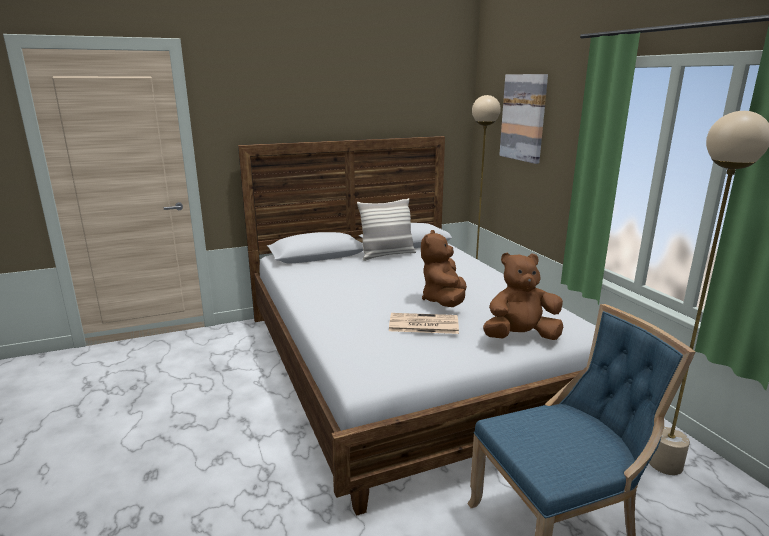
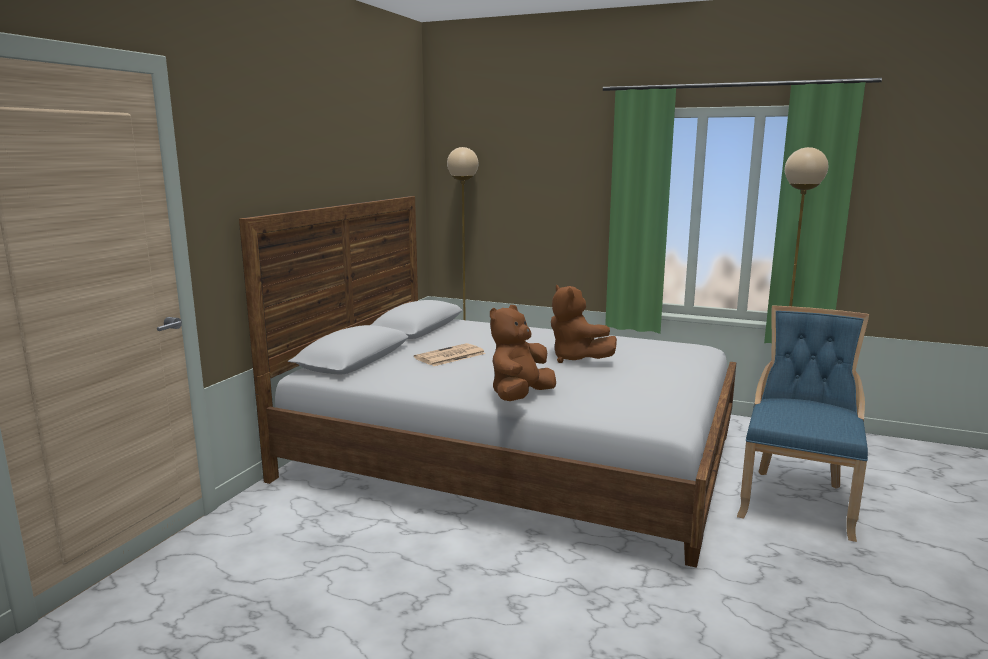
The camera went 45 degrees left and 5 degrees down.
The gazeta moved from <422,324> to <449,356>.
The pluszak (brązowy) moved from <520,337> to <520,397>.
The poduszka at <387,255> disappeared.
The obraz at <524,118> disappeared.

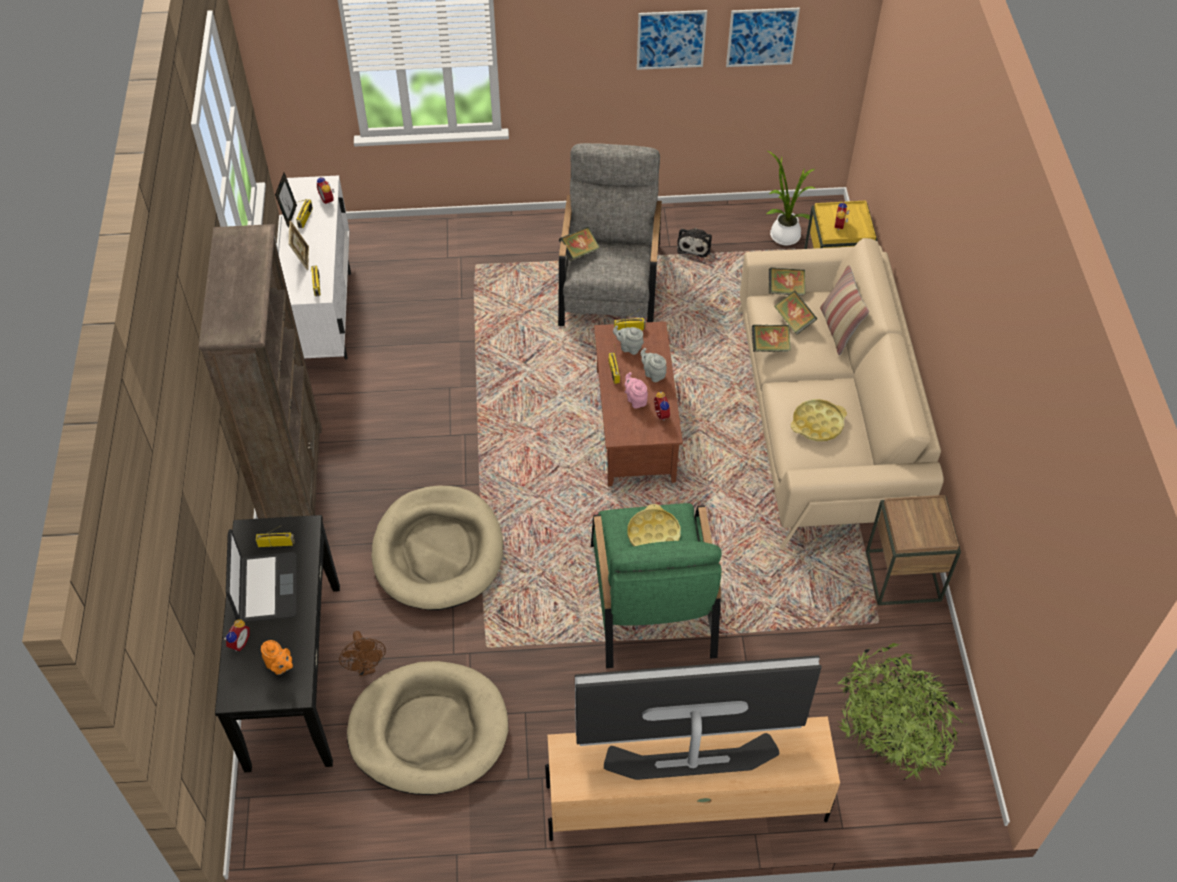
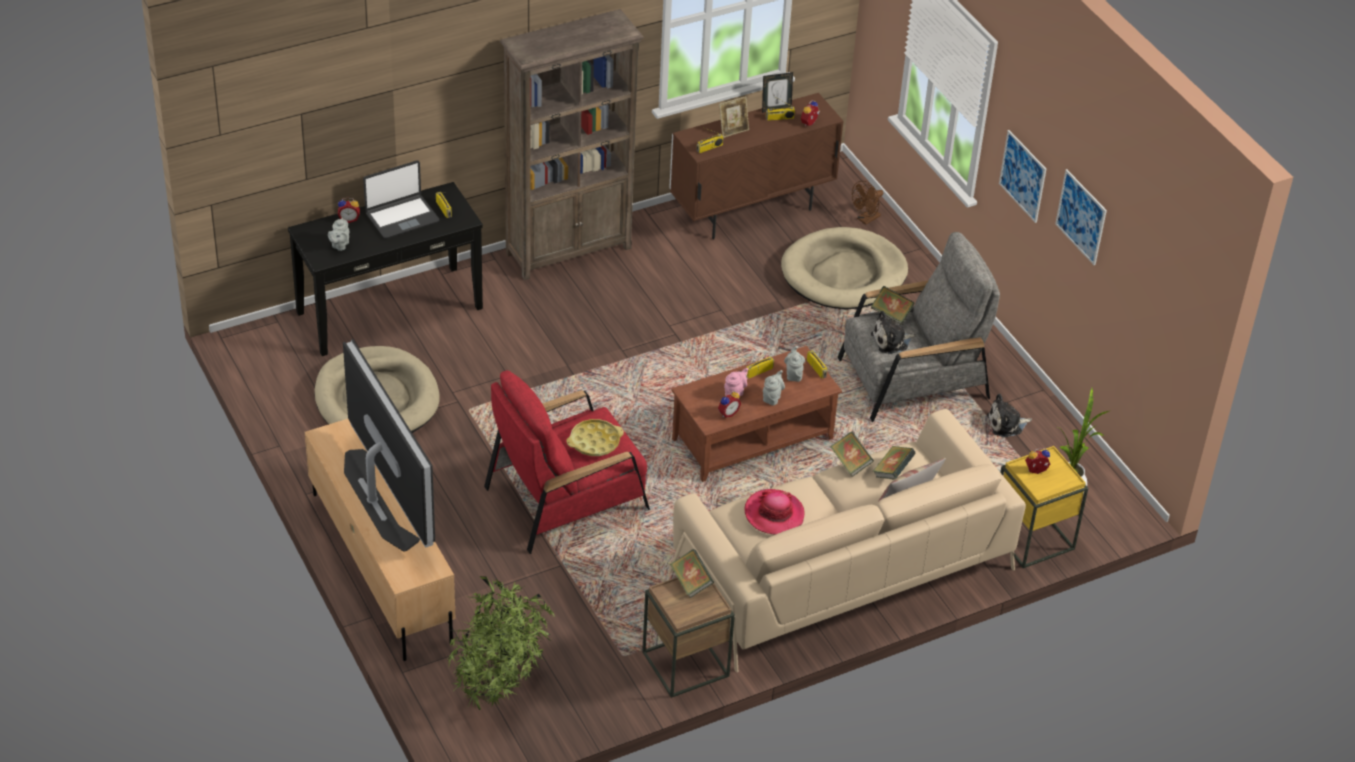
The camera went 65 degrees right and 10 degrees down.
The imbryk (pomarańczowy) at <280,666> became the imbryk (szary) at <339,245>.
The fotel (zielony) at <651,600> became the fotel (czerwony) at <567,497>.
The szafka (biały) at <325,316> became the szafka (brązowy) at <752,211>.
The książka moved from <785,290> to <691,582>.
The taca (żółty) at <818,423> was replaced by the kapelusz at <774,514>.
The legowisko (beżowy) moved from <438,551> to <844,274>.
The wentylator (brązowy) moved from <366,667> to <866,219>.
The pluszak at <891,341> appeared.
The obraz moved from <762,37> to <1023,176>.

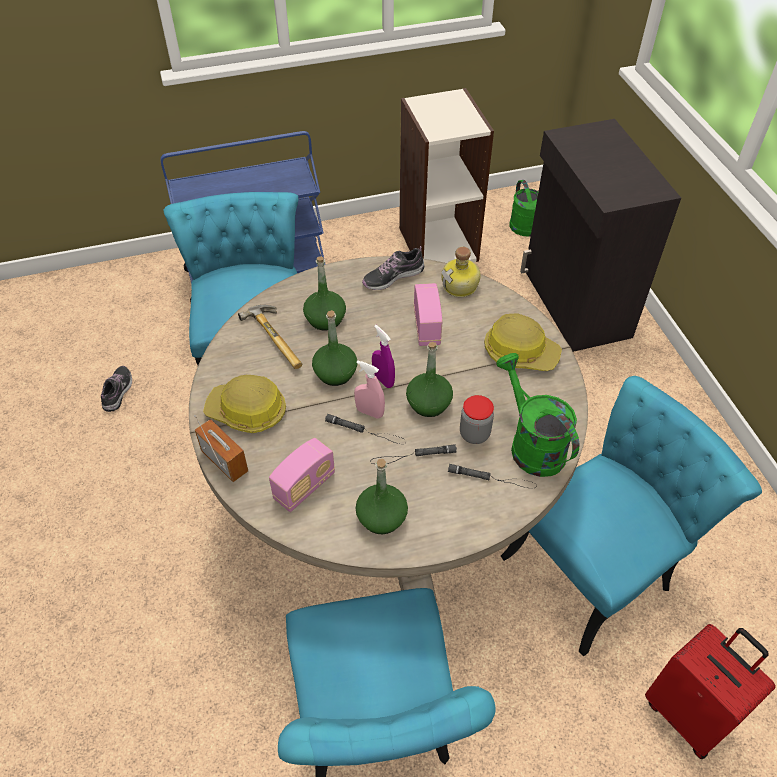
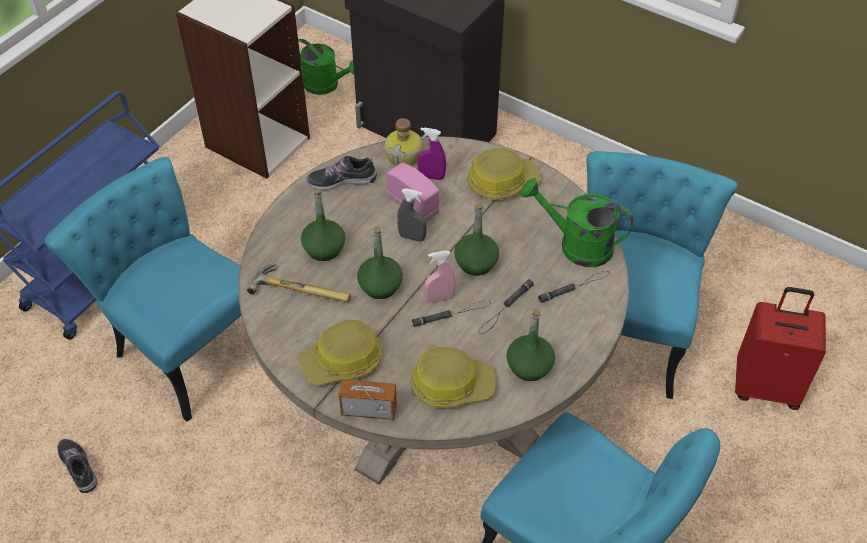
The camera went 40 degrees left and 0 degrees up.
The but at <393,277> turned 60 degrees clockwise.
The spryskiwacz (szary) at <412,237> appeared.
The radio at <304,487> was replaced by the kask at <451,384>.
The spryskiwacz (fioletowy) moved from <383,380> to <431,177>.
The słoik at <474,434> disappeared.

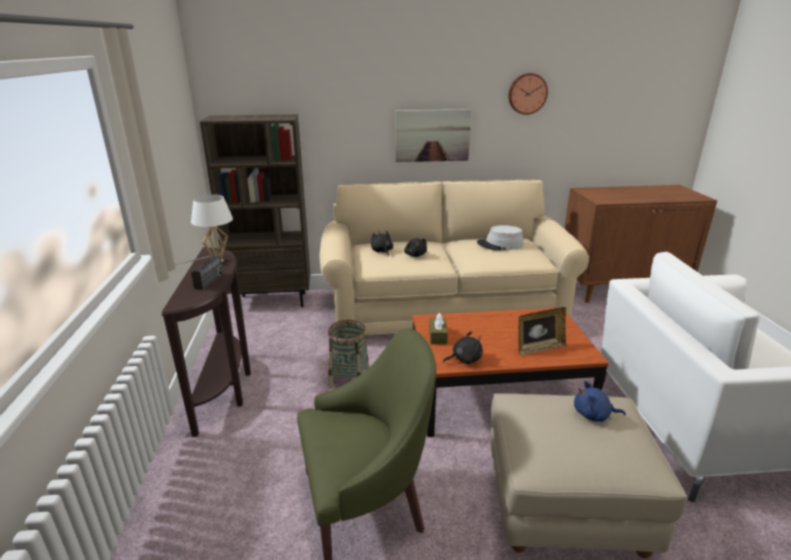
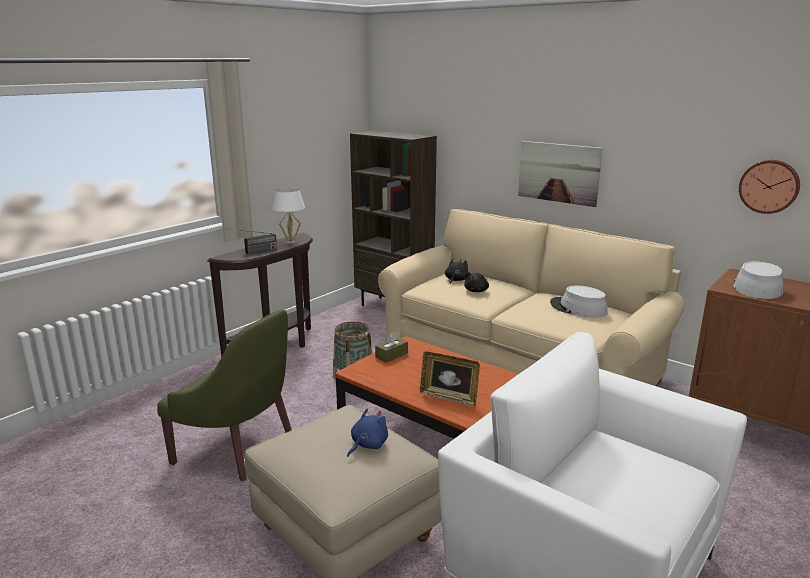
The camera went 45 degrees right and 5 degrees down.
The pluszak (niebieski) at <594,415> turned 75 degrees clockwise.
The kapelusz (szary) at <757,287> appeared.
The zegar ścienny moved from <527,93> to <769,186>.
The pluszak (czarny) at <464,359> disappeared.

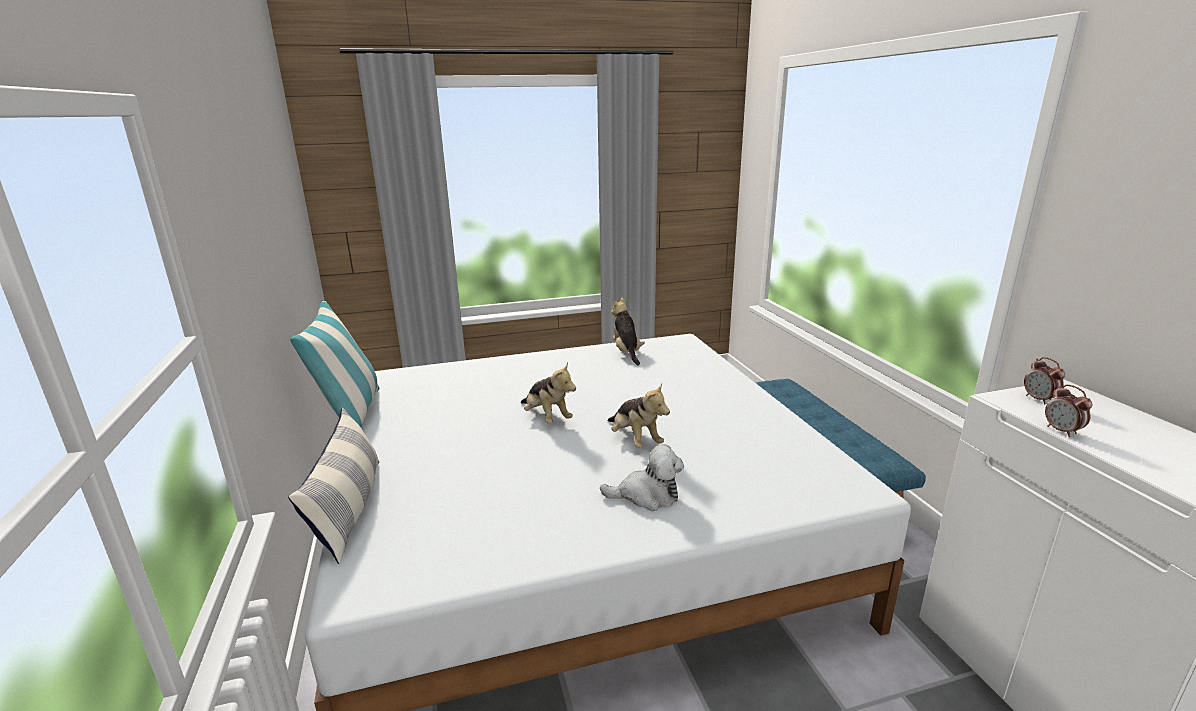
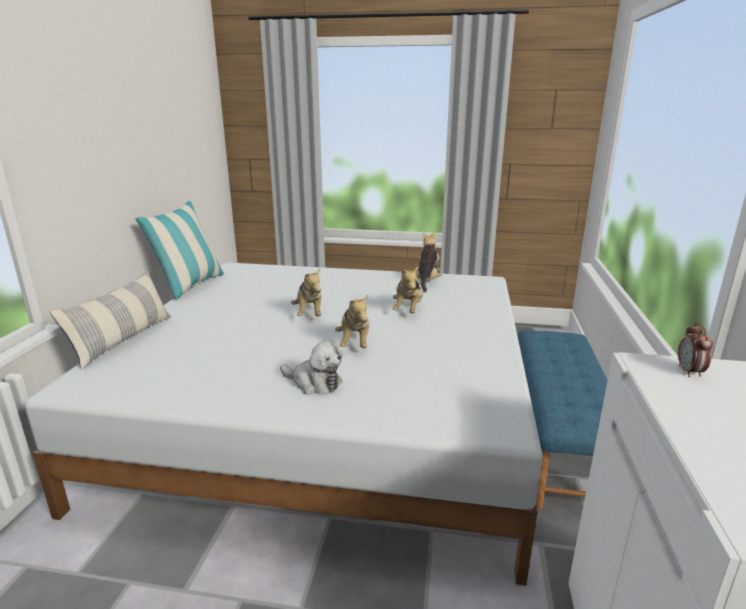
The camera went 25 degrees right and 0 degrees up.
The pluszak at <408,310> appeared.
The budzik at <1062,431> disappeared.

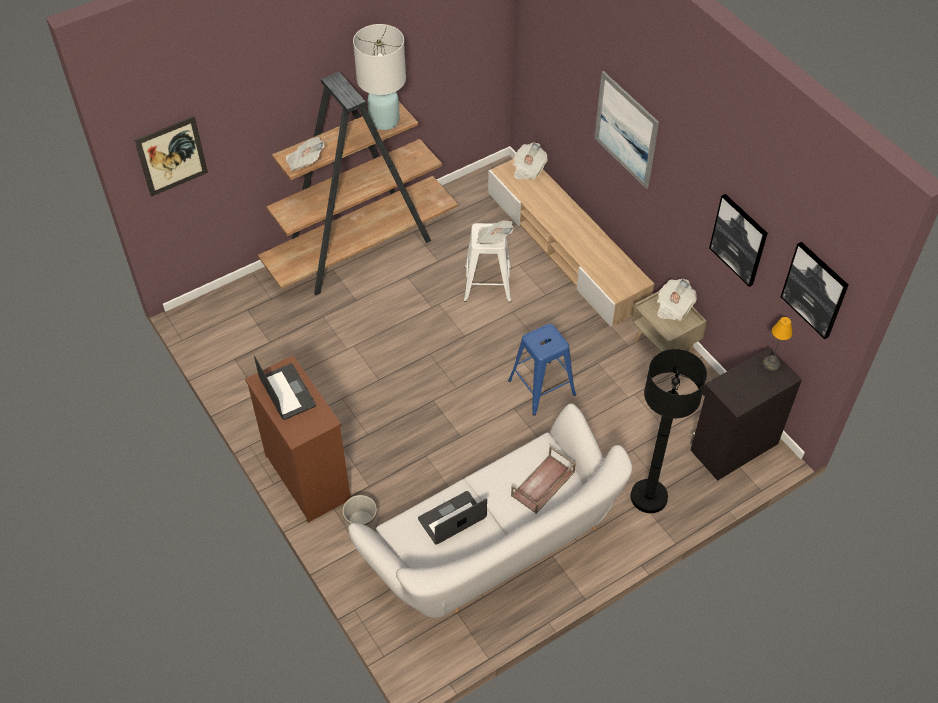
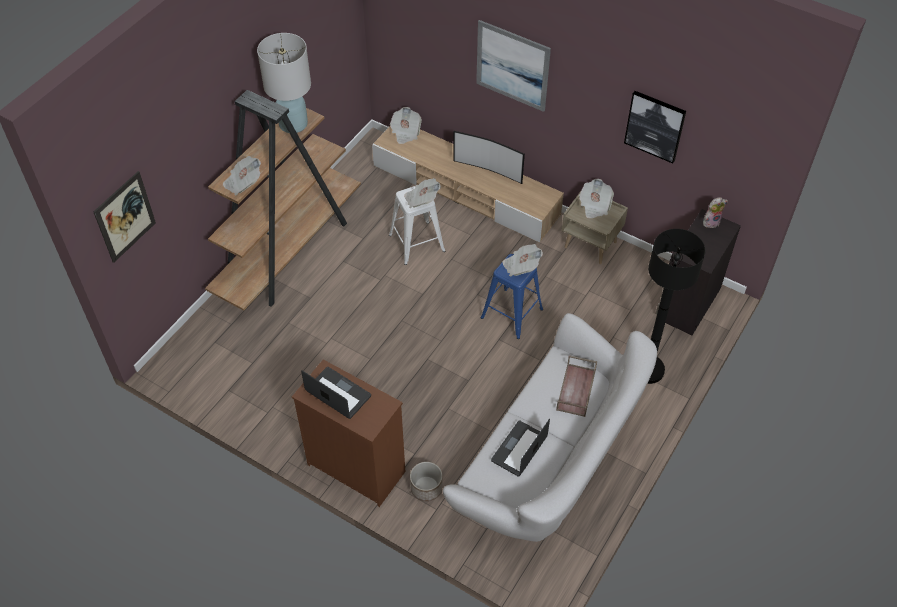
The camera went 25 degrees left and 0 degrees up.
The telewizor at <488,170> appeared.
The gazeta at <521,266> appeared.
The lampa stołowa at <771,364> was replaced by the pluszak at <711,221>.
The obraz at <815,290> disappeared.

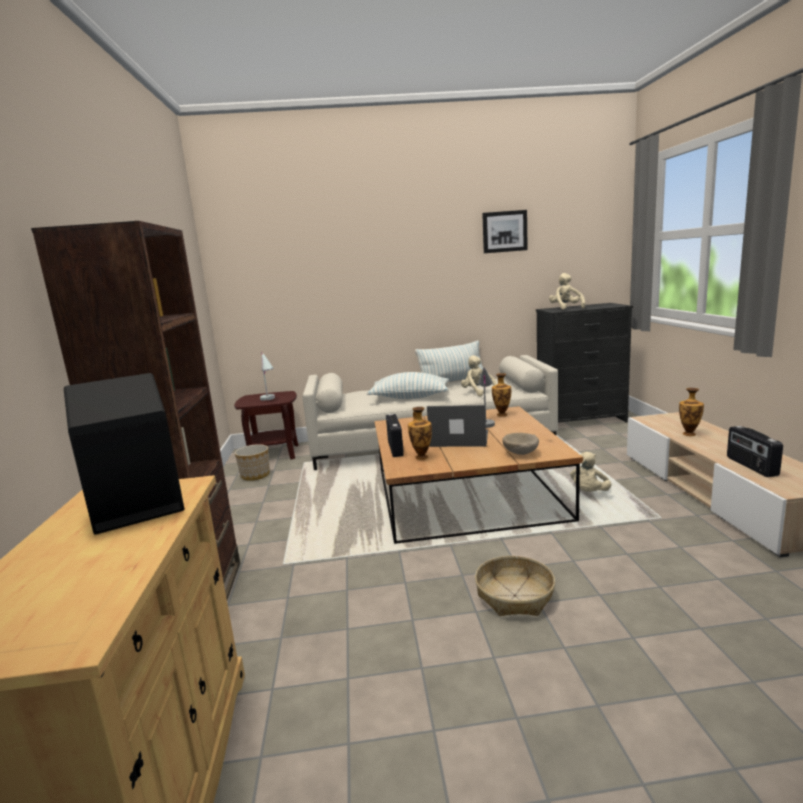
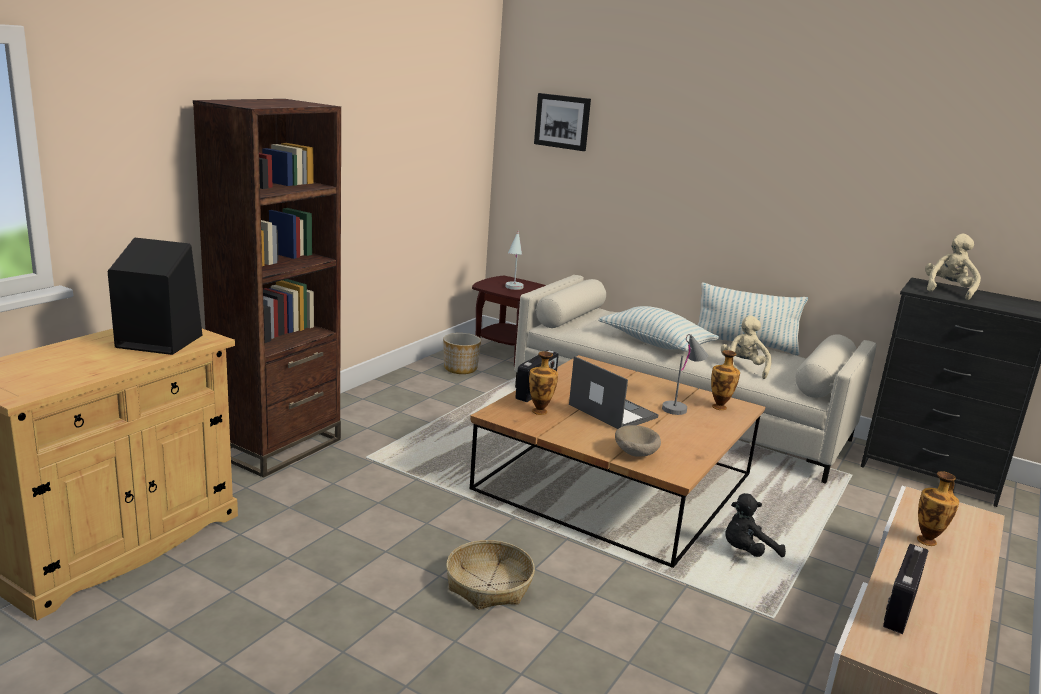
The camera went 35 degrees right and 5 degrees up.
The obraz moved from <504,231> to <562,121>.
The pluszak (beżowy) at <589,493> became the pluszak (czarny) at <747,552>.

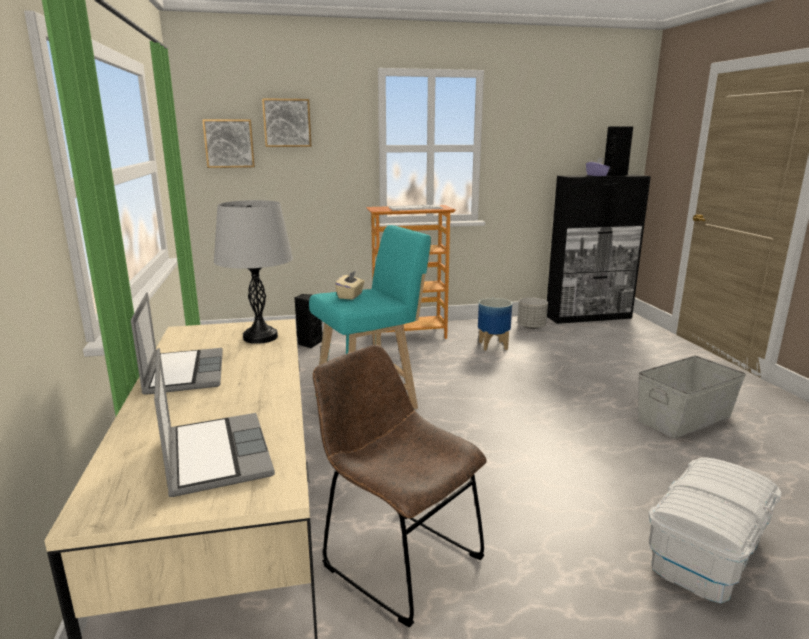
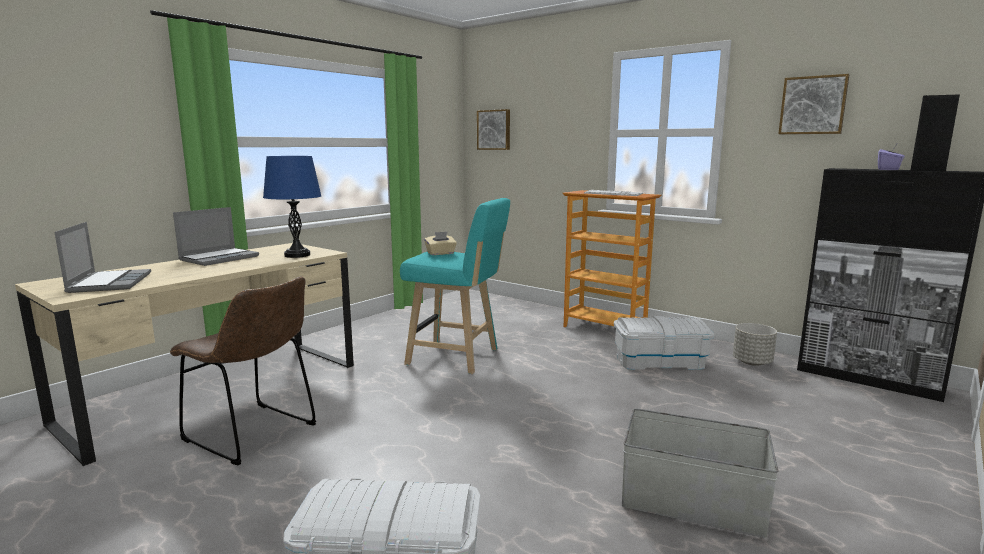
The camera went 50 degrees right and 5 degrees down.
The laptop at <215,455> turned 45 degrees counterclockwise.
The krzesło (brązowy) at <397,559> turned 120 degrees clockwise.
The lampa stołowa (szary) at <260,337> became the lampa stołowa (niebieski) at <297,255>.
The donica at <492,345> was replaced by the pojemnik do przechowywania (biały) at <659,361>.
The obraz moved from <287,123> to <813,105>.
The głośnik (czarny) at <309,343> disappeared.

